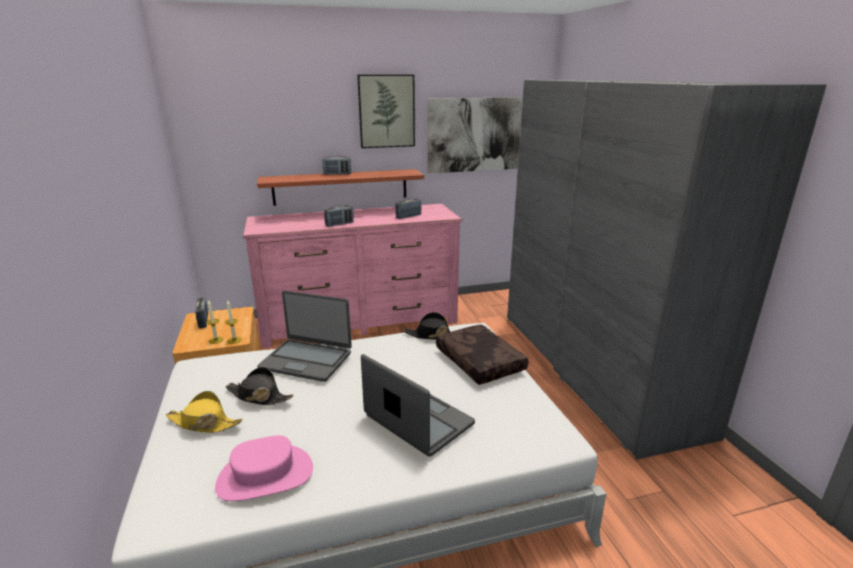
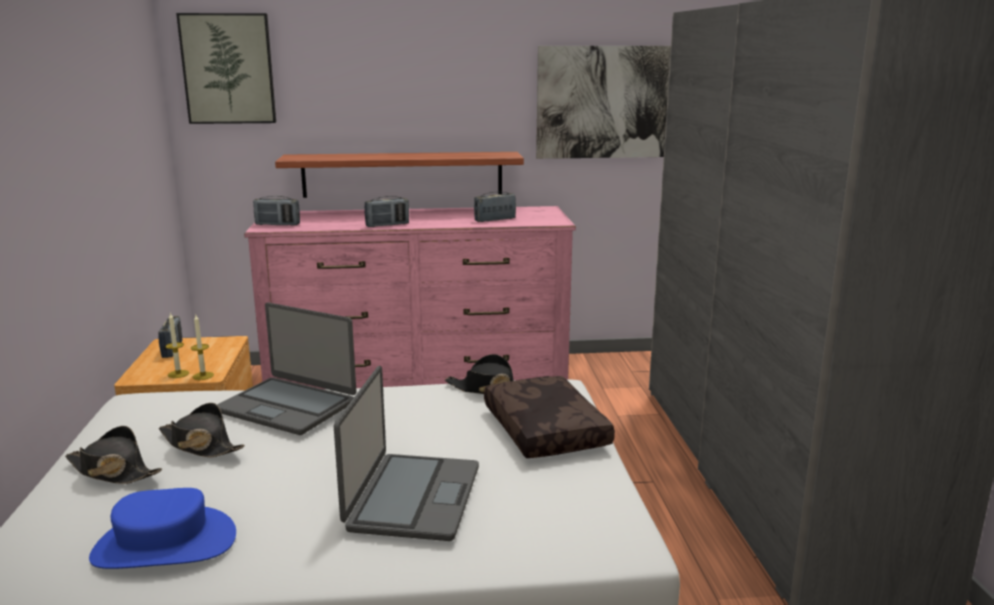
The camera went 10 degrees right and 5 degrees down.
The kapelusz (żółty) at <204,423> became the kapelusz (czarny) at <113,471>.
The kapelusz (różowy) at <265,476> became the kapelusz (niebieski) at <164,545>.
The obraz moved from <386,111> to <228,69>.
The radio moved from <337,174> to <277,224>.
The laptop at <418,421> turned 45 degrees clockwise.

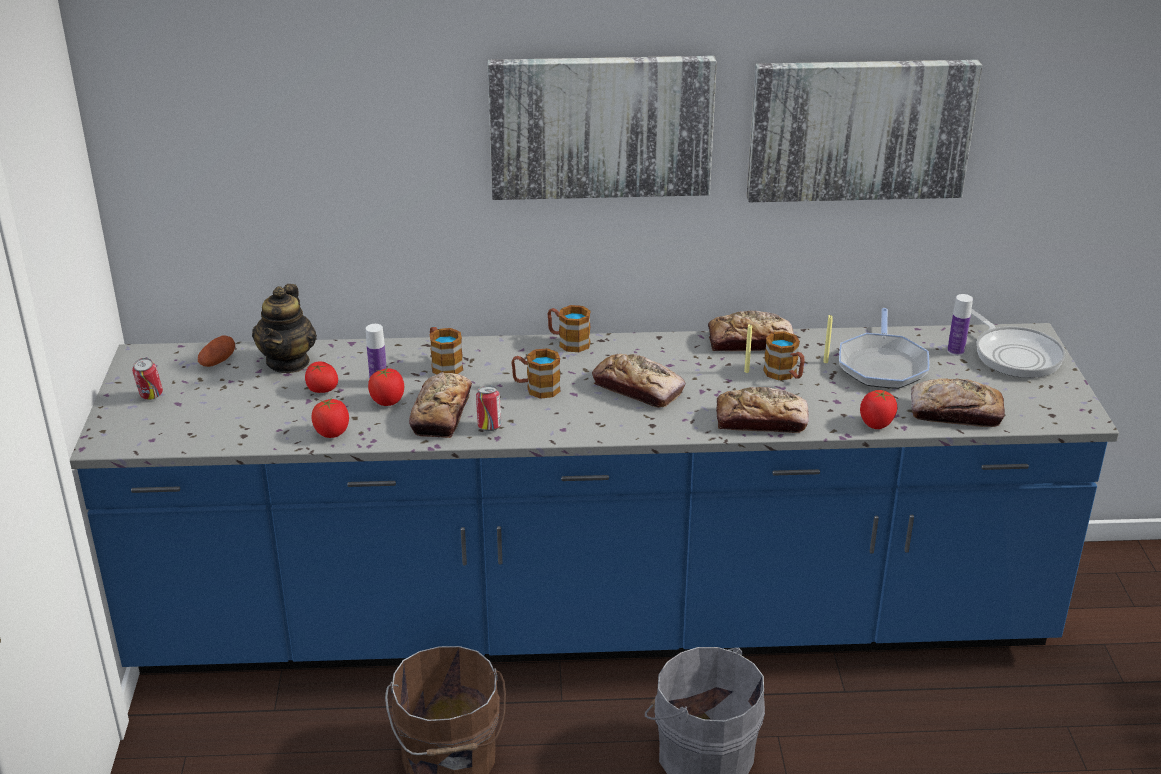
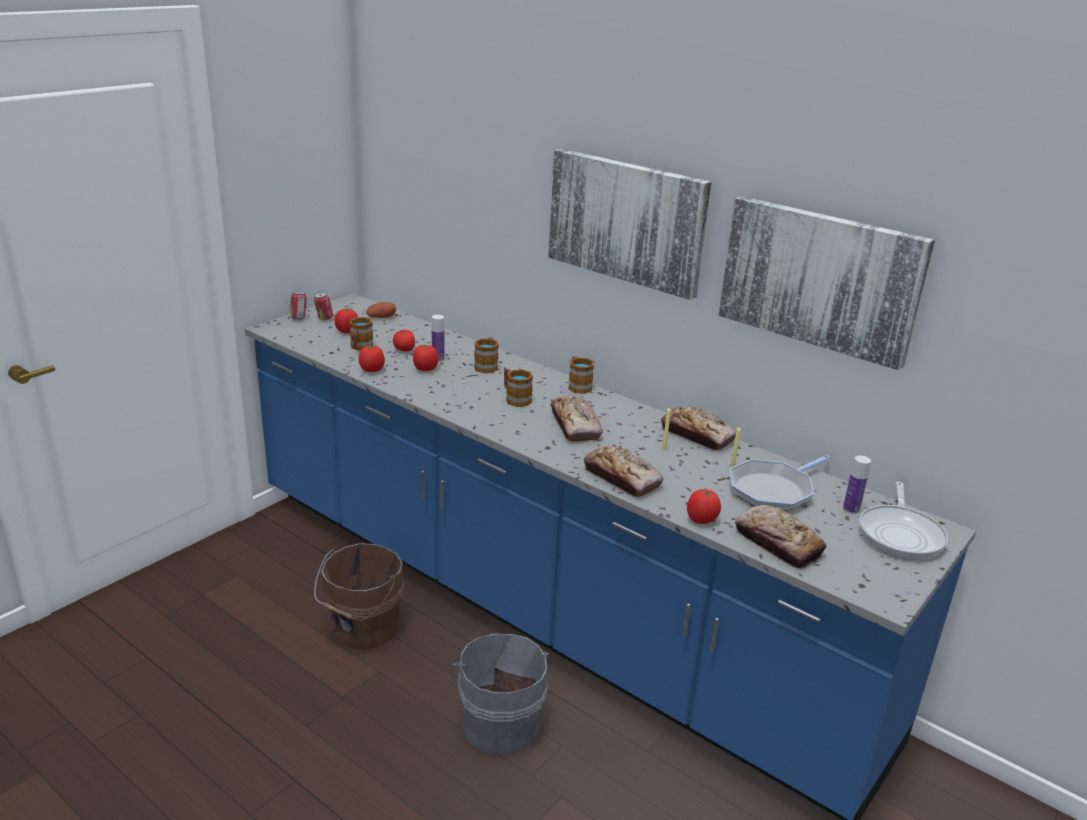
The camera went 40 degrees right and 5 degrees down.
The puszka moved from <489,427> to <299,318>.
The pomidor at <347,331> appeared.
The kubek moved from <784,375> to <360,347>.
The imbryk at <288,362> disappeared.
The chleb at <441,413> disappeared.

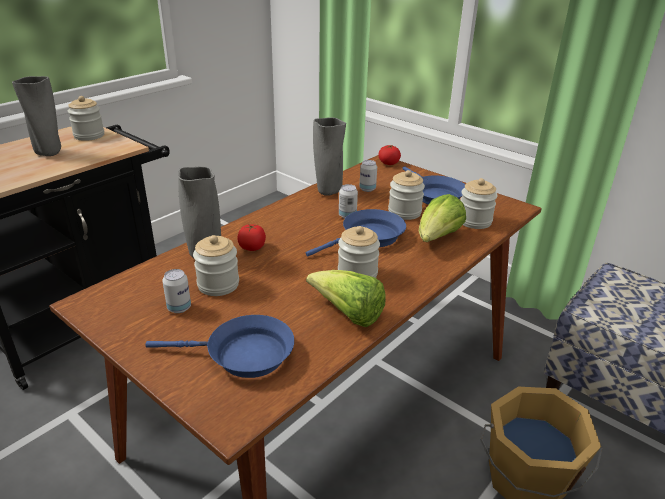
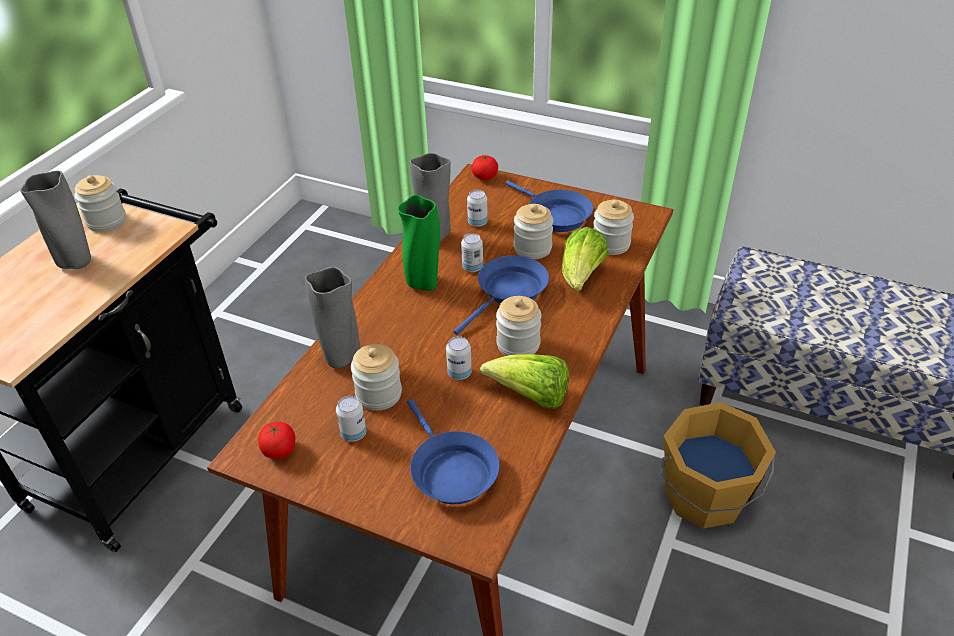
The camera went 15 degrees left and 10 degrees up.
The pomidor moved from <252,248> to <279,450>.
The wazon (zielony) at <423,283> appeared.
The patelnia (niebieski) at <243,355> turned 75 degrees clockwise.
The puszka at <459,373> appeared.

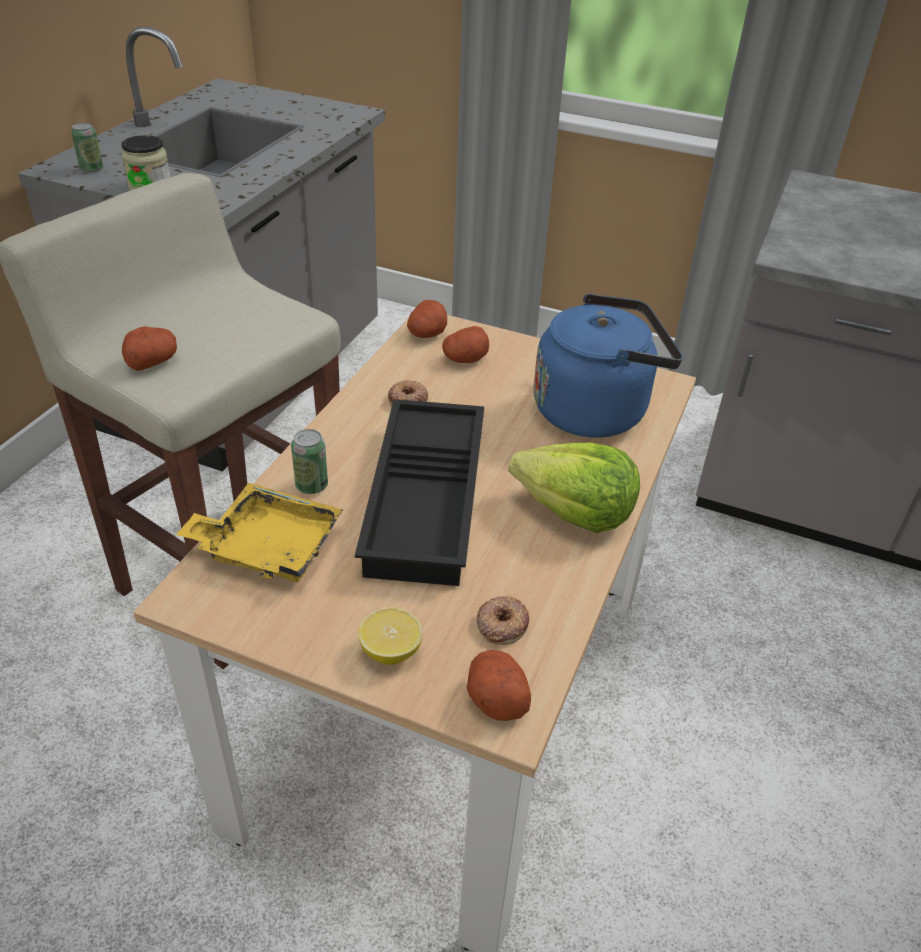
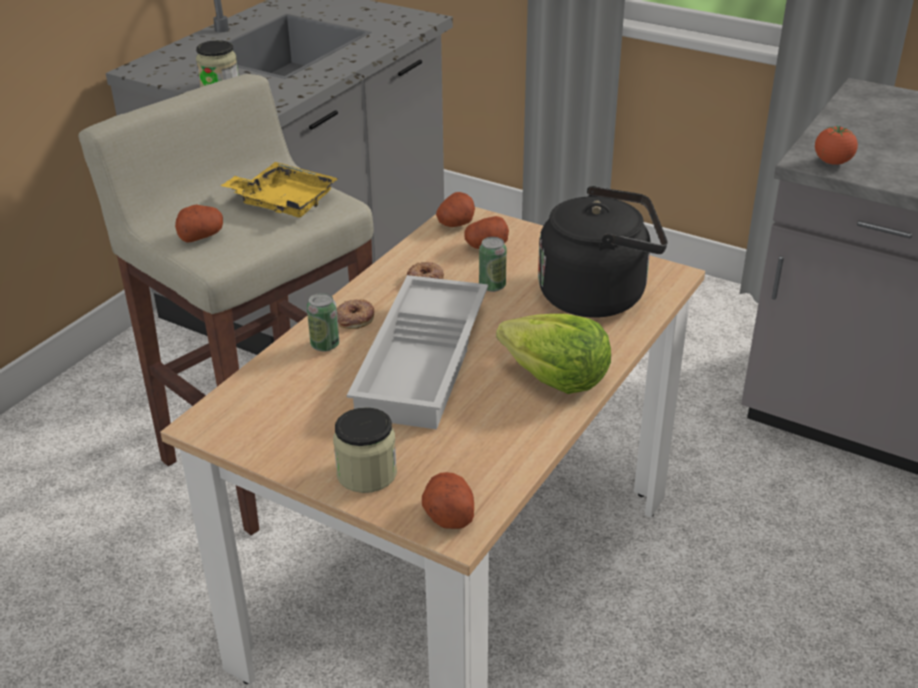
The camera went 10 degrees right and 5 degrees down.
The taca (żółty) moved from <268,546> to <283,202>.
The cytryna at <390,651> was replaced by the słoik at <366,473>.
The donut moved from <501,624> to <354,318>.
The taca (czarny) at <428,500> became the taca (biały) at <425,362>.
The puszka moved from <92,169> to <492,286>.
The czajnik (niebieski) at <596,410> became the czajnik (czarny) at <599,295>.
The pomidor at <832,162> appeared.

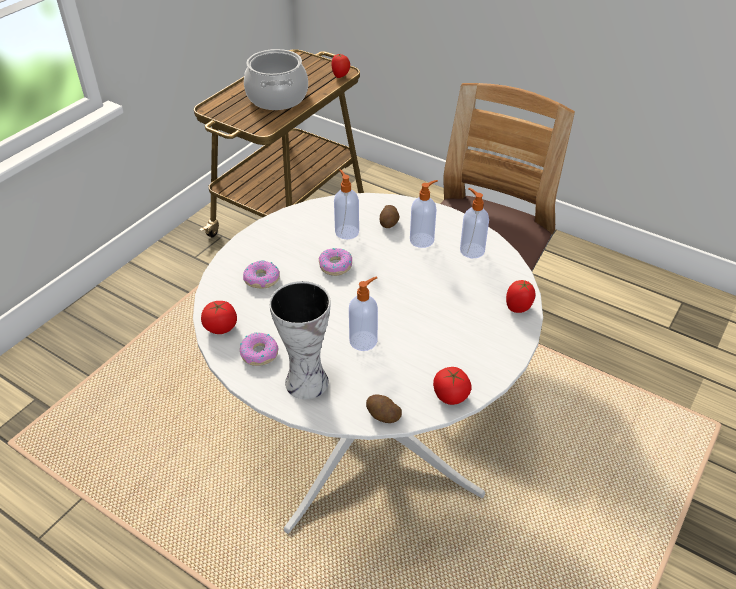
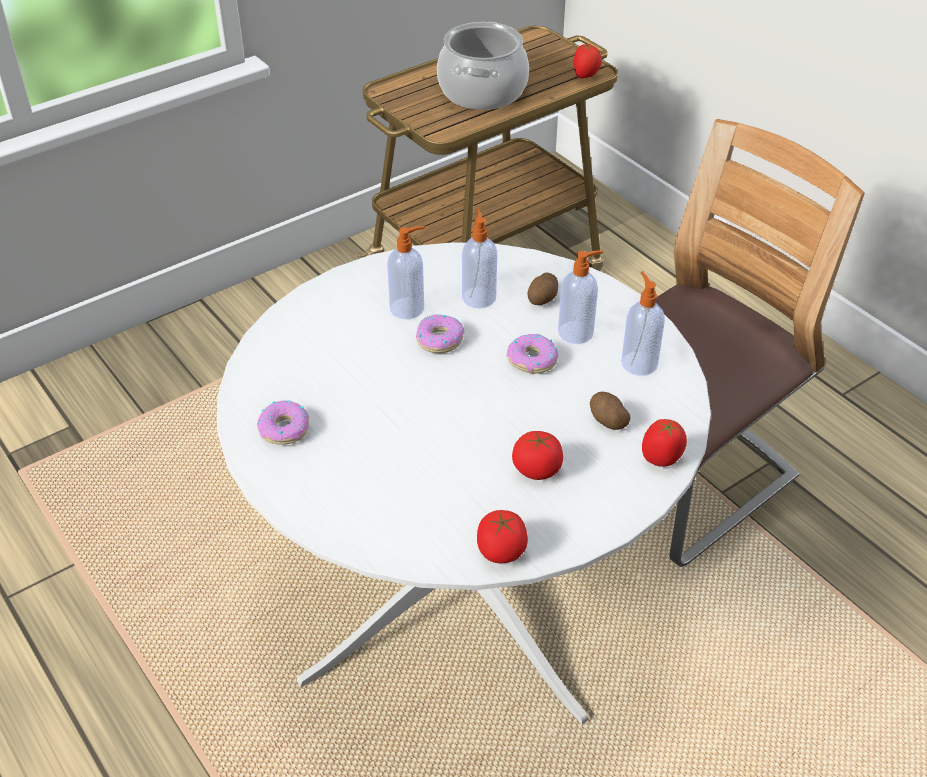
The camera went 20 degrees right and 0 degrees up.
The dozownik mydła moved from <364,340> to <408,308>.
The donut moved from <261,279> to <532,360>.
The pomidor moved from <221,327> to <537,469>.
The ziemniak moved from <382,416> to <607,420>.
The wazon at <305,381> disappeared.

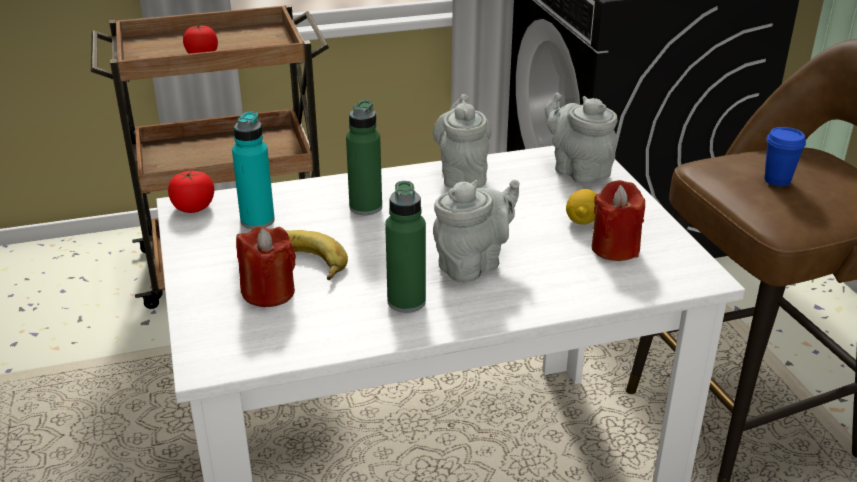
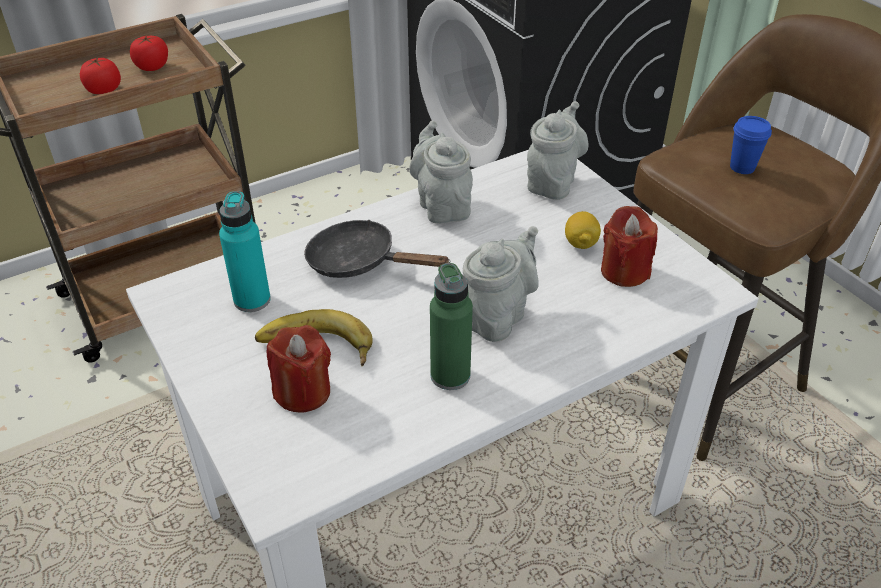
The camera went 15 degrees left and 10 degrees up.
The pomidor moved from <193,207> to <152,67>.
The butelka (zielony) at <365,207> was replaced by the patelnia (czarny) at <360,262>.
The imbryk (szary) at <578,171> turned 75 degrees clockwise.

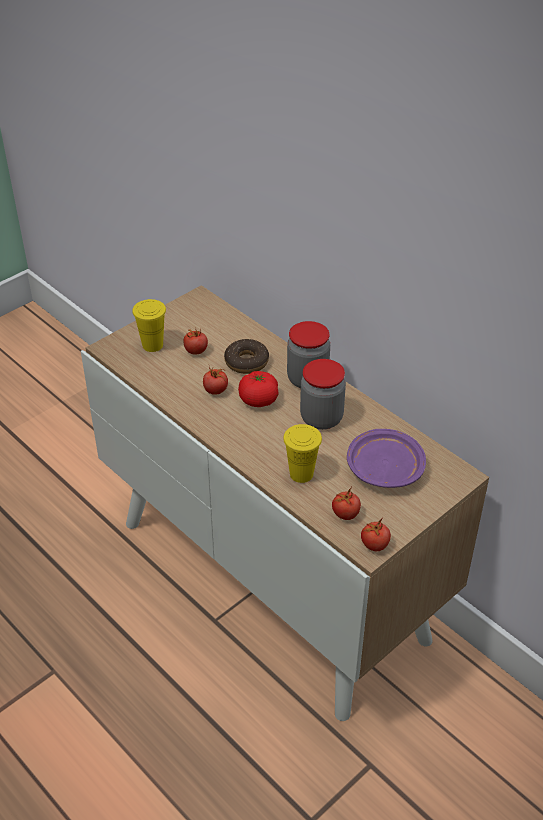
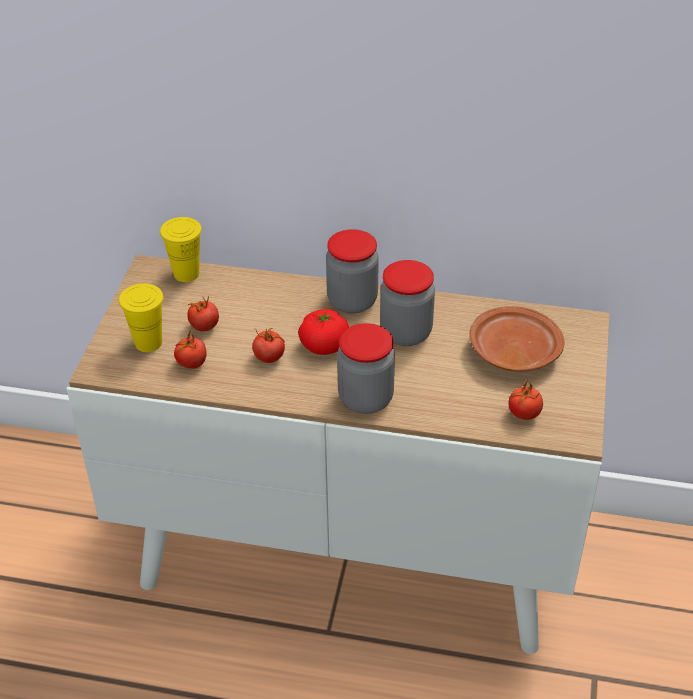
The camera went 35 degrees left and 0 degrees up.
The filiżanka (żółty) moved from <301,474> to <186,274>.
The pomidor moved from <374,545> to <191,363>.
The słoik at <365,399> appeared.
The talerz (fioletowy) at <384,468> became the talerz (brązowy) at <513,351>.
The donut at <246,362> disappeared.

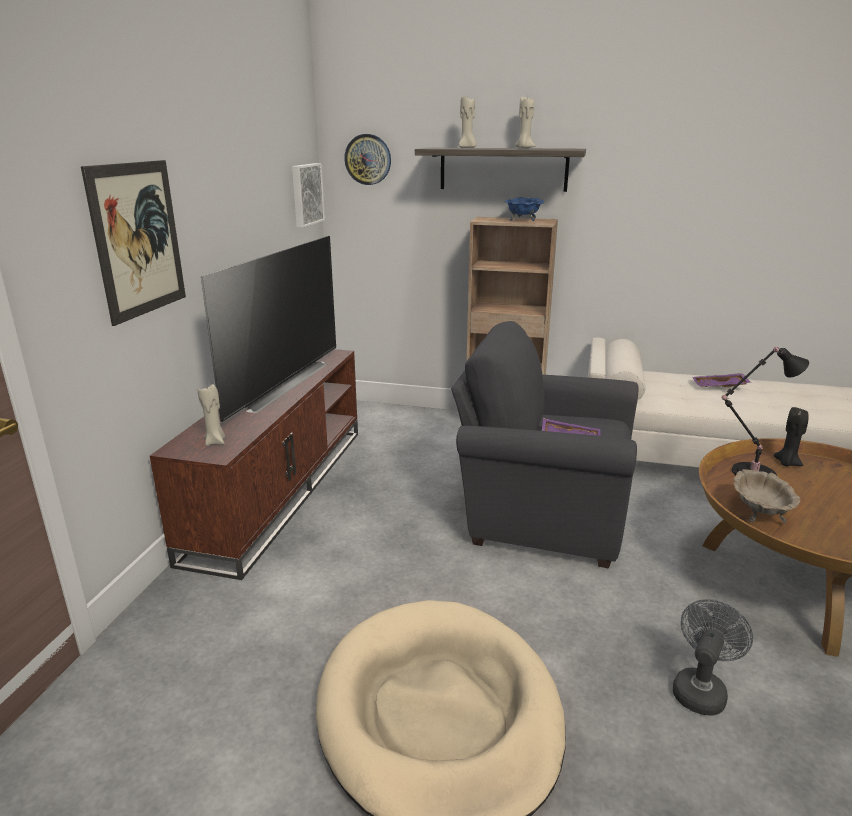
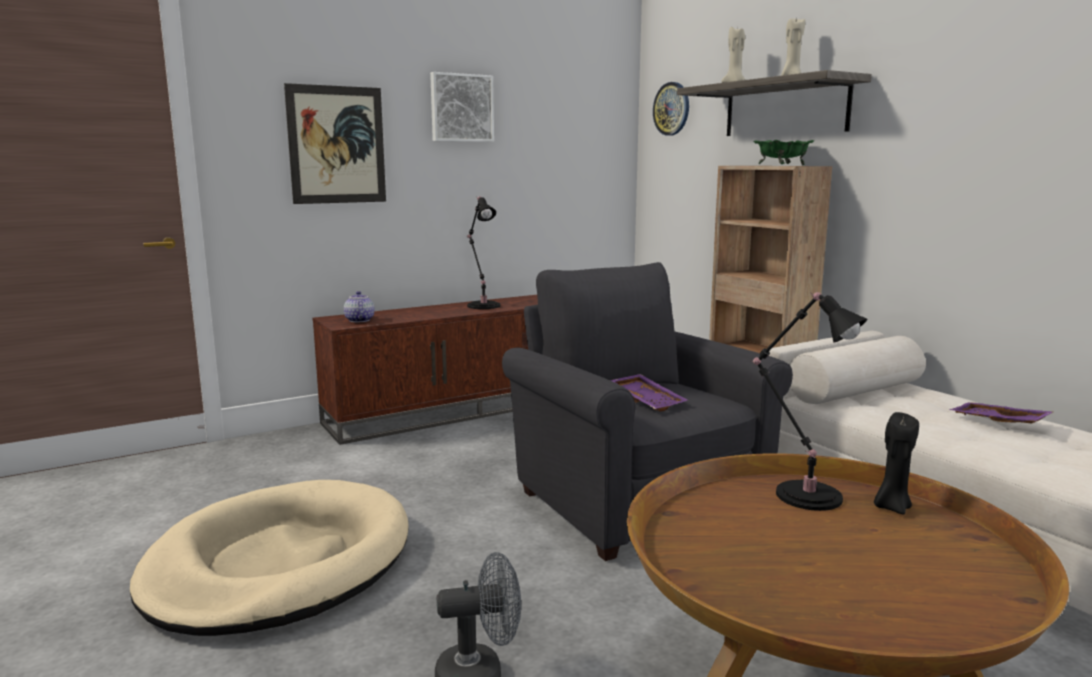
The camera went 45 degrees right and 10 degrees down.
The świeca (beżowy) at <215,442> was replaced by the imbryk at <358,320>.
The obraz moved from <306,194> to <461,108>.
The telewizor at <279,384> was replaced by the lampa stołowa (czarny) at <483,305>.
The miska (niebieski) at <522,220> became the miska (zielony) at <782,165>.
The miska (beżowy) at <759,512> disappeared.

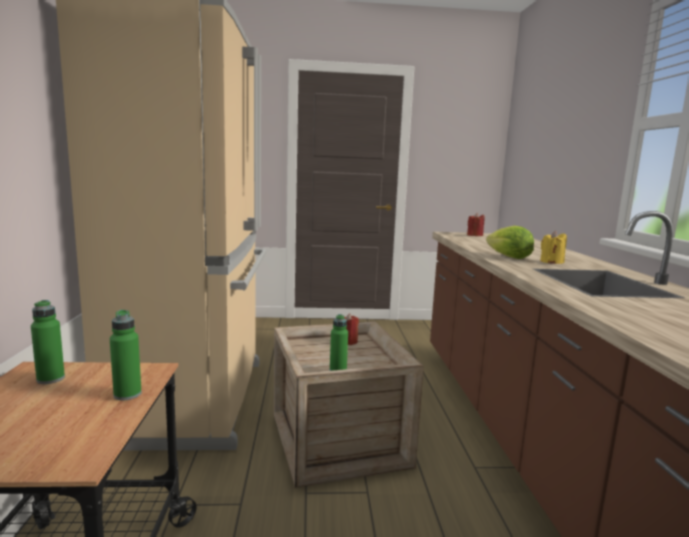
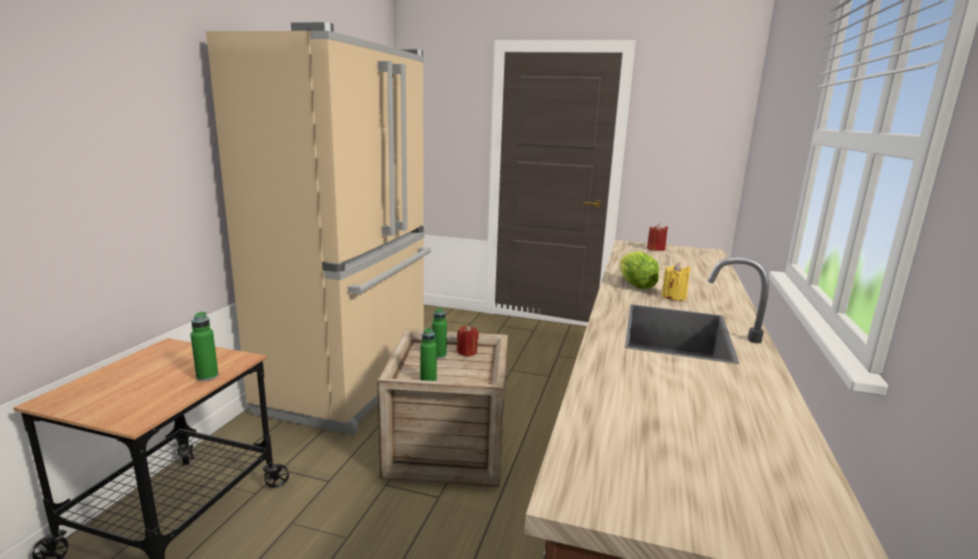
The camera went 20 degrees right and 5 degrees up.
The butelka (zielony) moved from <50,379> to <439,355>.

